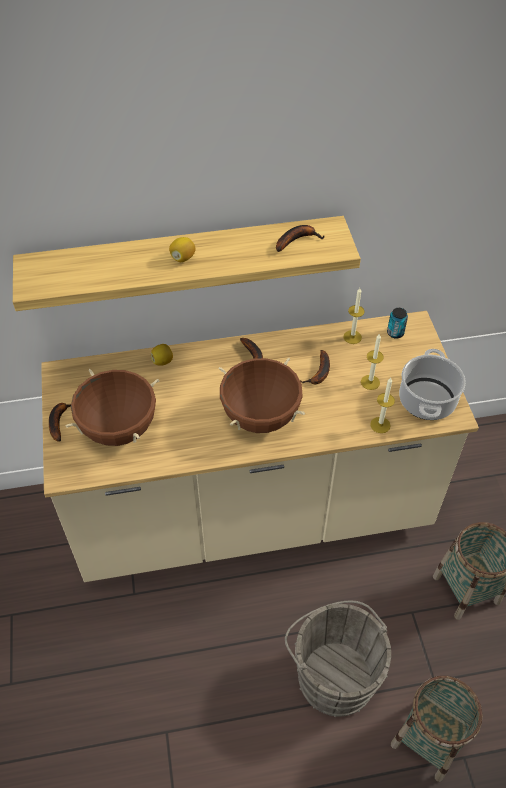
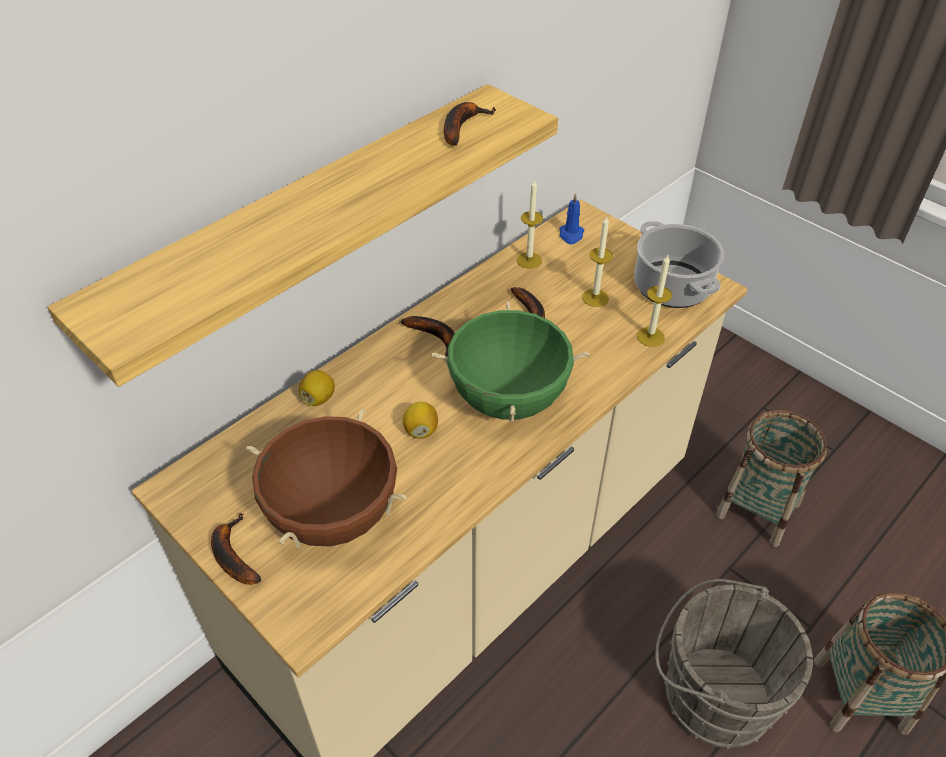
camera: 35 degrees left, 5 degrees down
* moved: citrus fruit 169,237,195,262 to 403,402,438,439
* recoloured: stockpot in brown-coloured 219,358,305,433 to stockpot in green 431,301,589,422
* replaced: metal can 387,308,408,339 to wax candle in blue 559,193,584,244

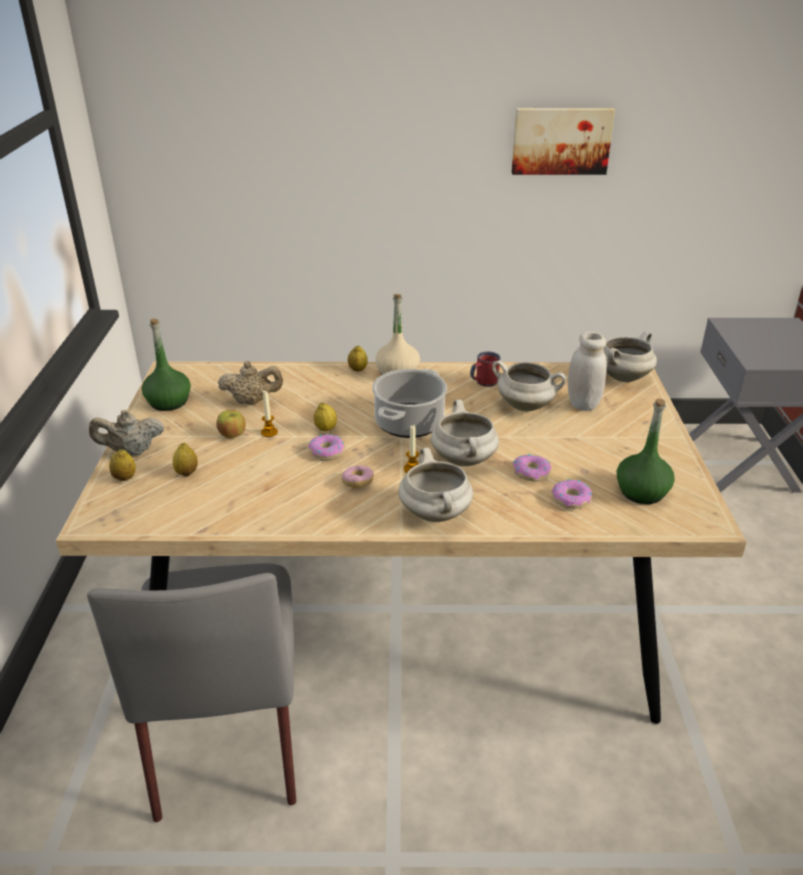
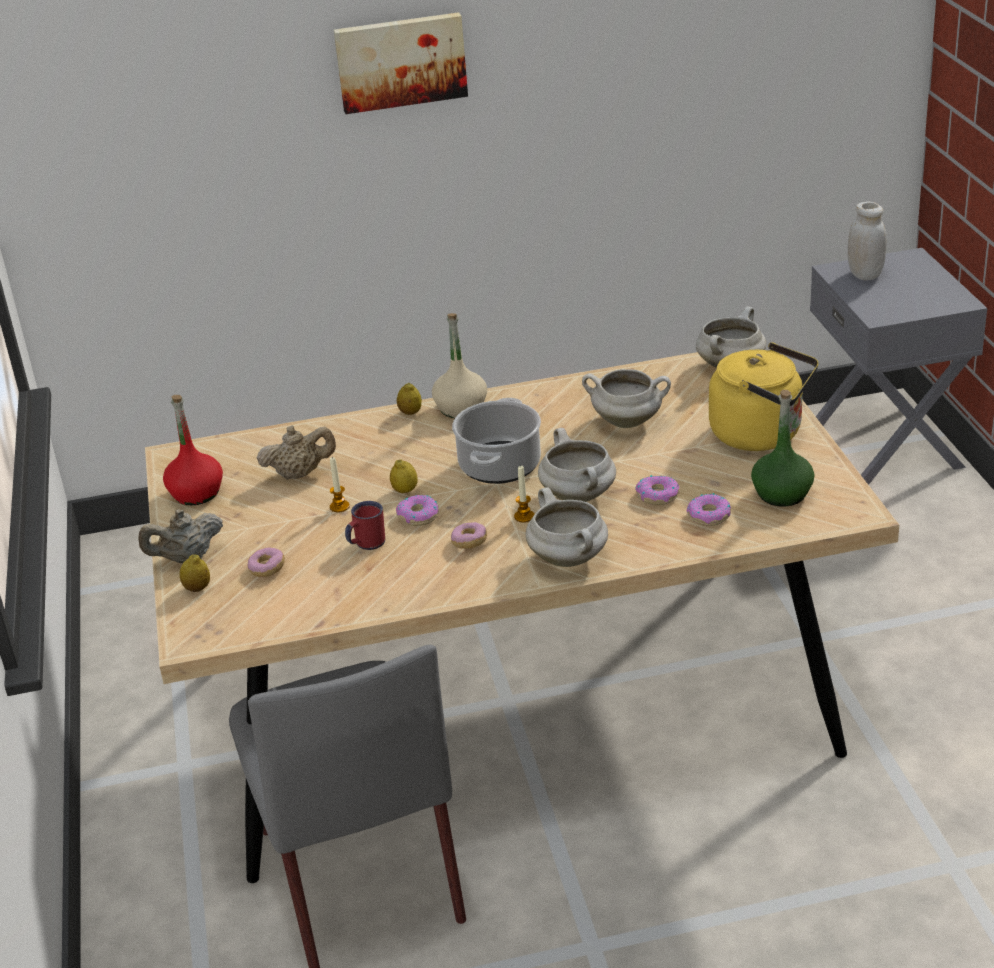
camera: 10 degrees left, 0 degrees up
* recoloured: drink bottle in green 142,318,191,411 to drink bottle in red-coloured 163,395,223,505
* replaced: citrus fruit 173,443,198,476 to ring doughnut 247,547,285,577
* removed: apple 216,410,246,438
* moved: mug in red-coloured 470,351,501,387 to 345,501,385,550
* moved: wall picture 512,108,615,175 to 334,12,468,114
* moved: preserve jar in white 568,331,607,411 to 848,201,886,280
* added: kettle in yellow 709,343,819,451

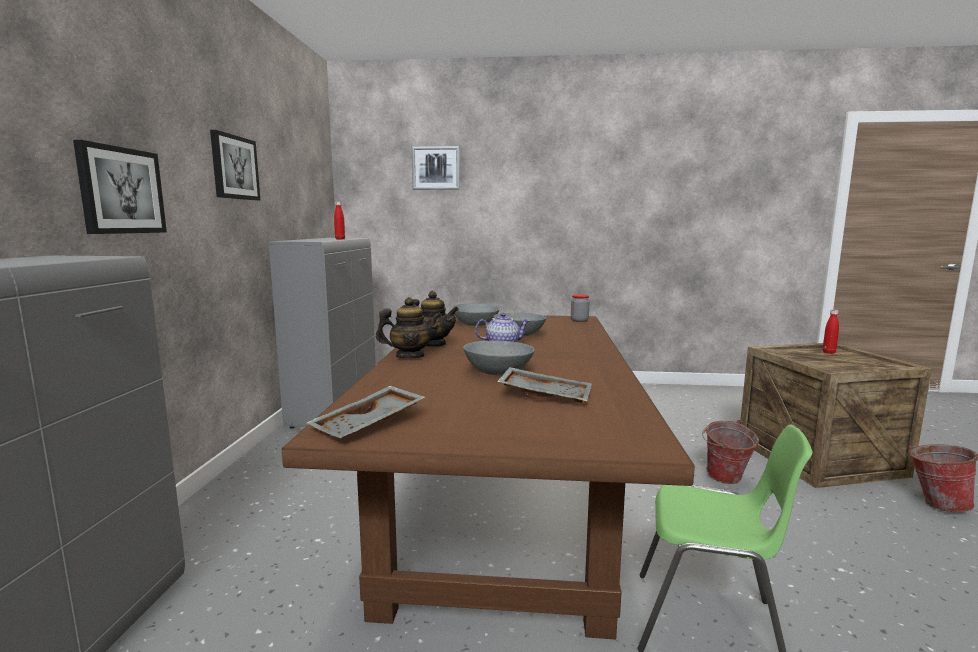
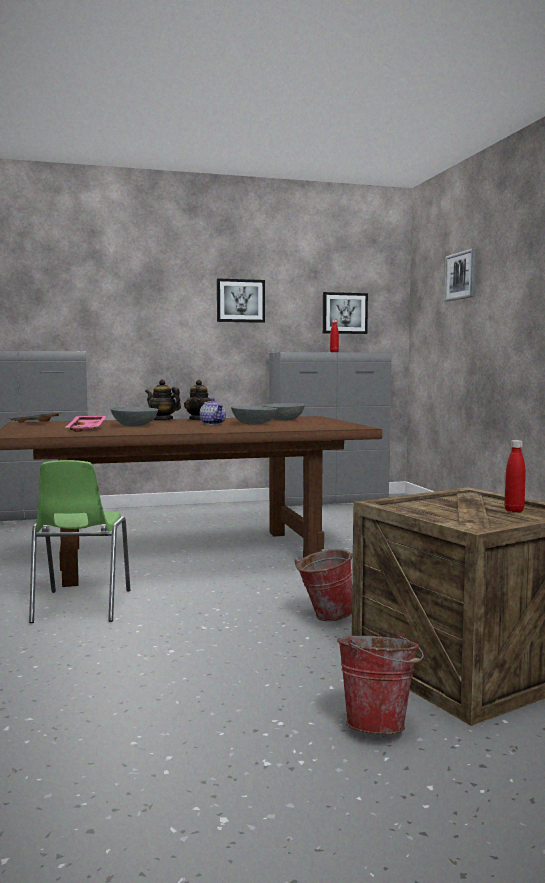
camera: 70 degrees right, 5 degrees down
* moved: wall picture 73,140,167,234 to 323,292,368,334
* turned: teapot 376,297,442,359 = 145,380,181,421 150 degrees clockwise
* recoloured: carrying tray in greyish 497,367,592,403 to carrying tray in pink 65,416,106,432
* removed: preserve jar 571,294,590,322

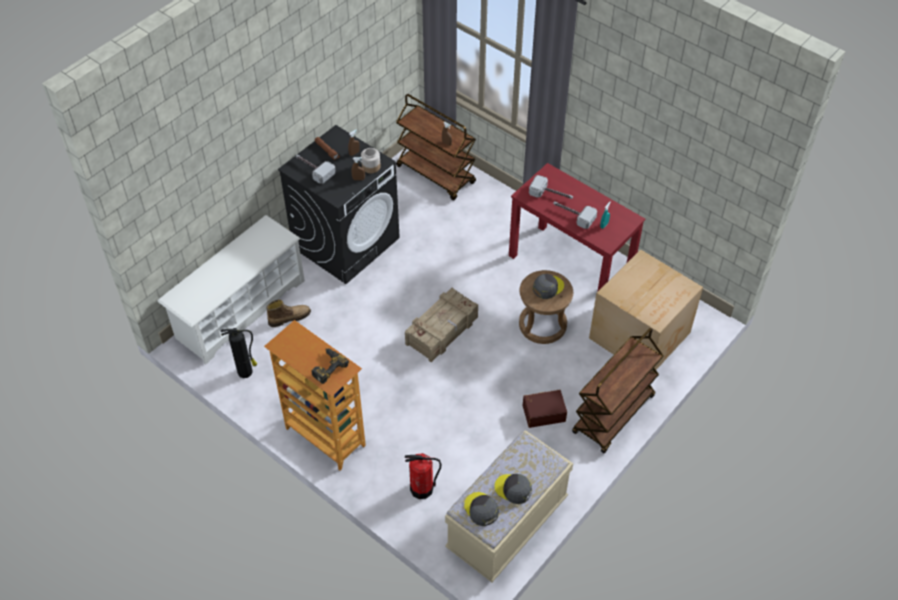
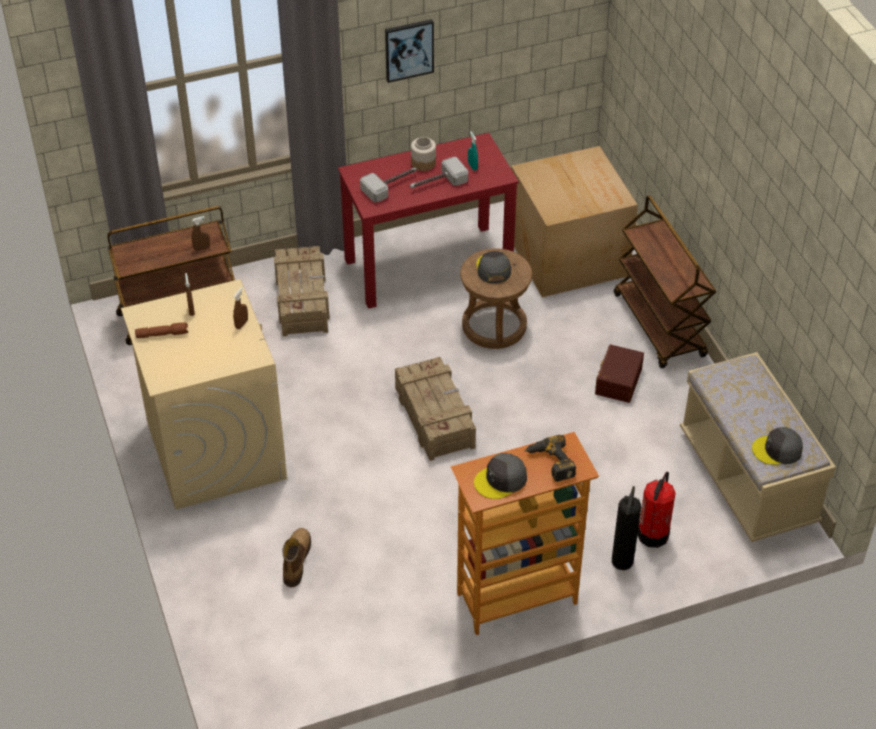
camera: 60 degrees left, 5 degrees down
* removed: shoe shelf in white 157,215,305,365
* moved: extinguisher 221,328,257,378 to 612,486,641,570
* recoloured: washing machine in blackish 278,125,400,284 to washing machine in beige 121,279,287,510
* removed: hand hammer 296,155,335,184
* moved: preserve jar 361,148,381,173 to 411,137,436,171
* moved: cap in greyish 494,474,532,504 to 474,453,527,499
* added: packing crate 274,246,330,336
* added: wall picture 385,19,434,83

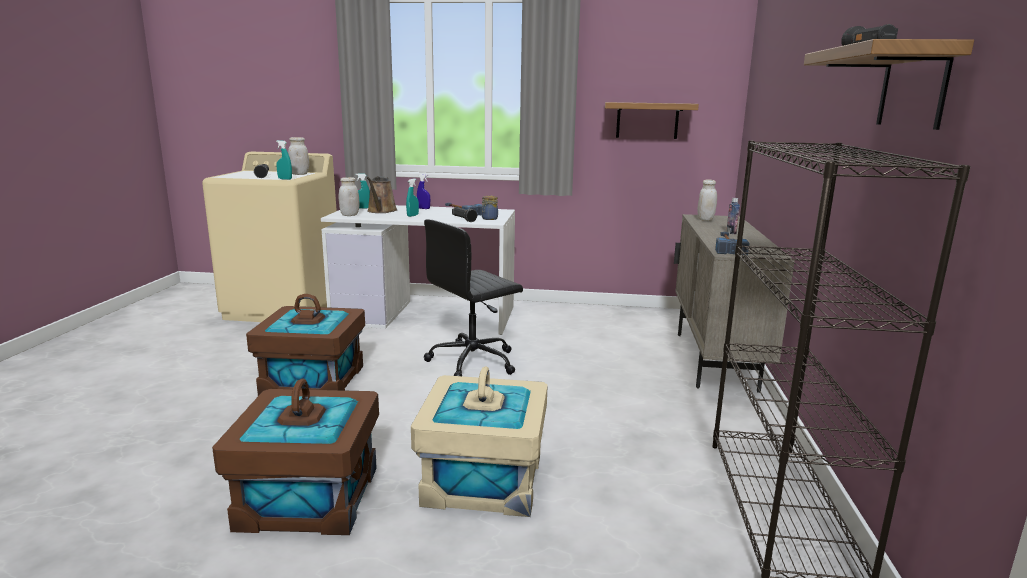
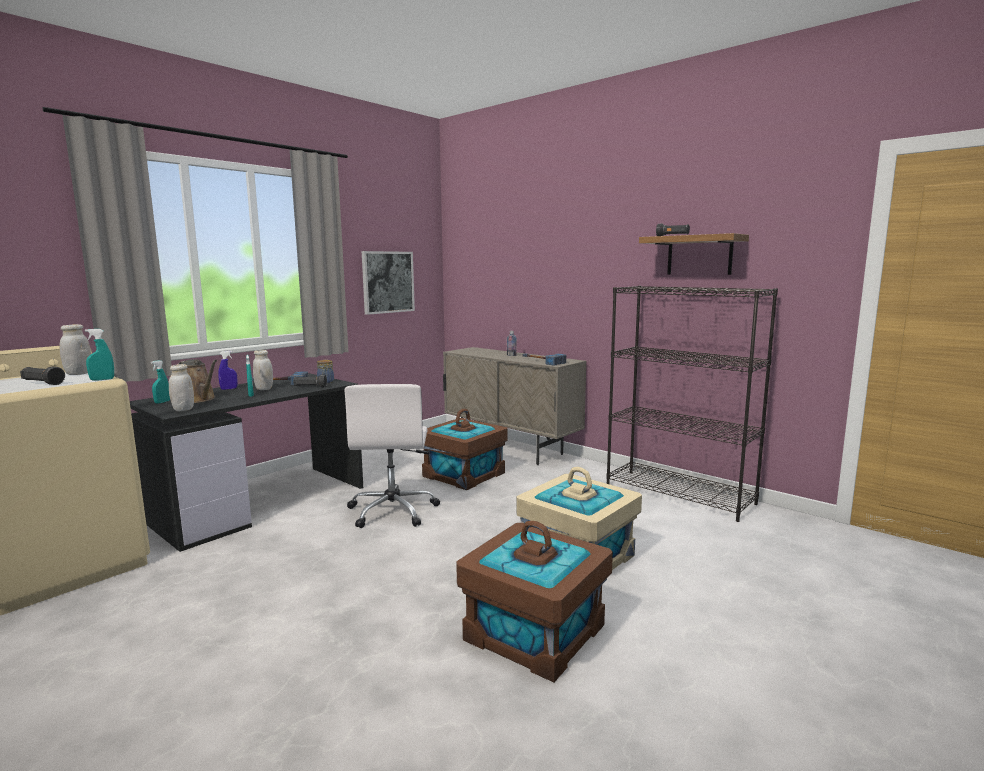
camera: 55 degrees left, 5 degrees down
* moved: storage box in brown-coloured 246,294,365,396 to 422,409,508,490
* recoloured: desk unit in white 321,205,515,335 to desk unit in blackish 130,373,363,552
* recoloured: desk chair in blackish 424,219,523,376 to desk chair in white 344,384,440,528
* replaced: wall shelf 605,102,699,139 to wall picture 362,251,415,315
* moved: preserve jar in white 698,179,717,221 to 253,350,273,390

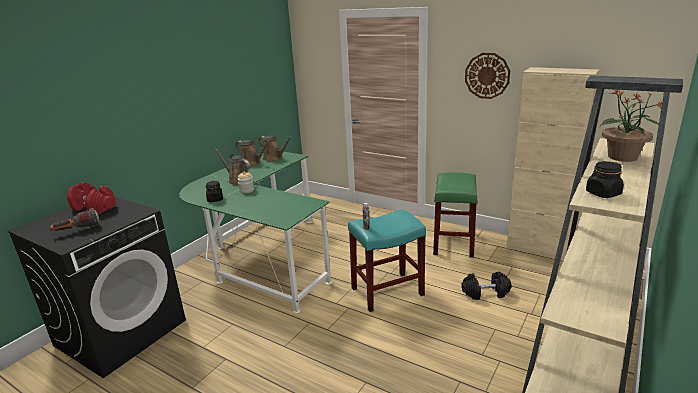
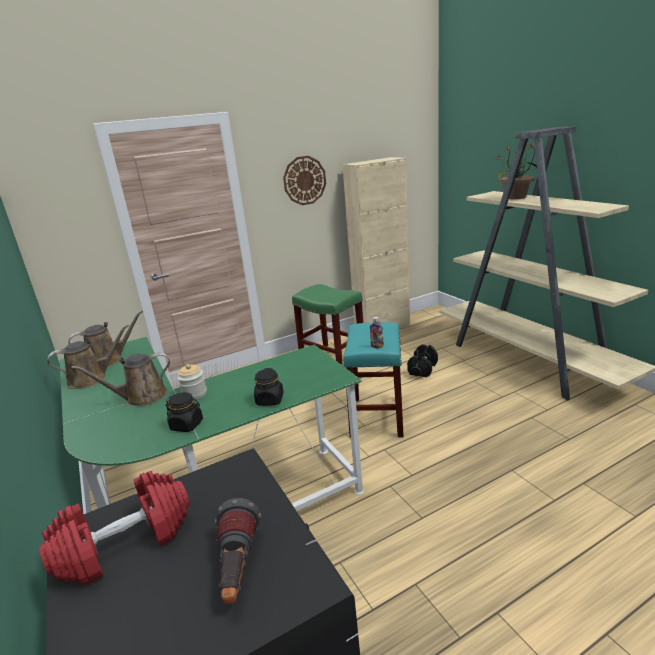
camera: 60 degrees left, 0 degrees up
* moved: preserve jar in blackish 586,161,624,198 to 254,368,284,406

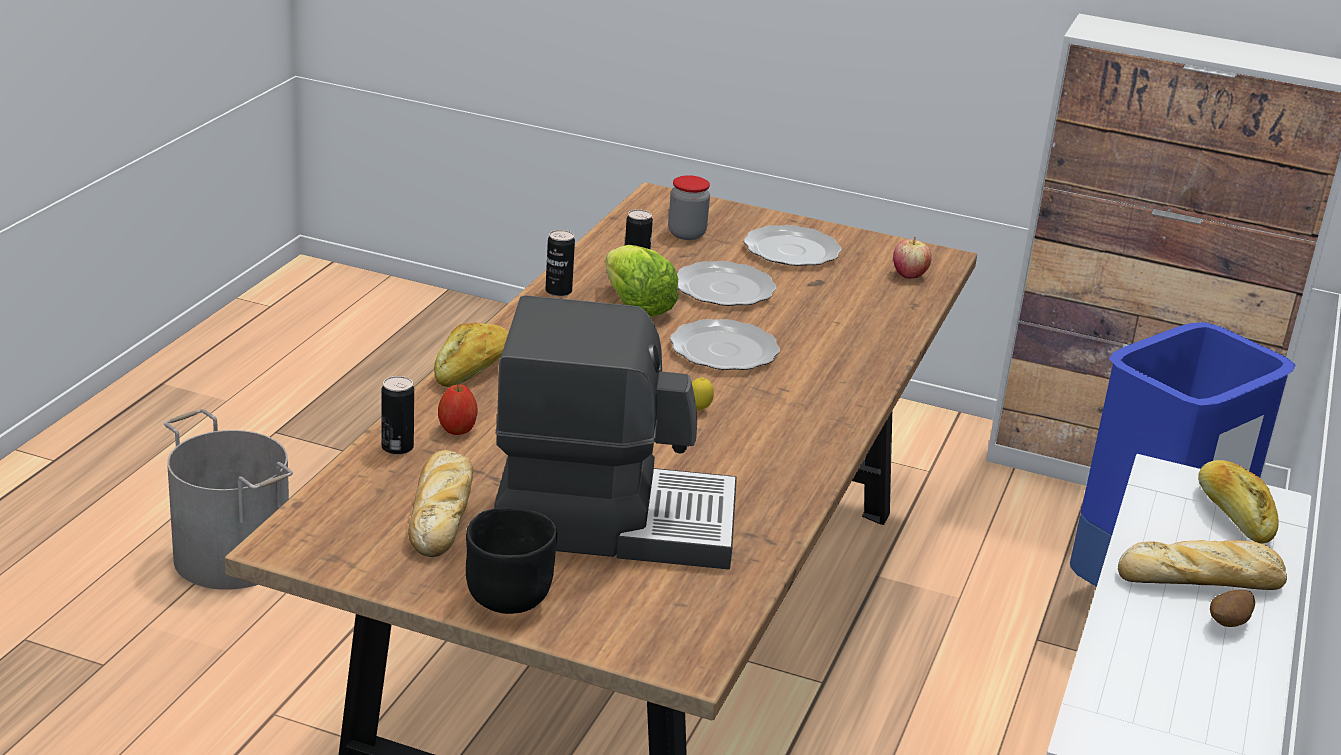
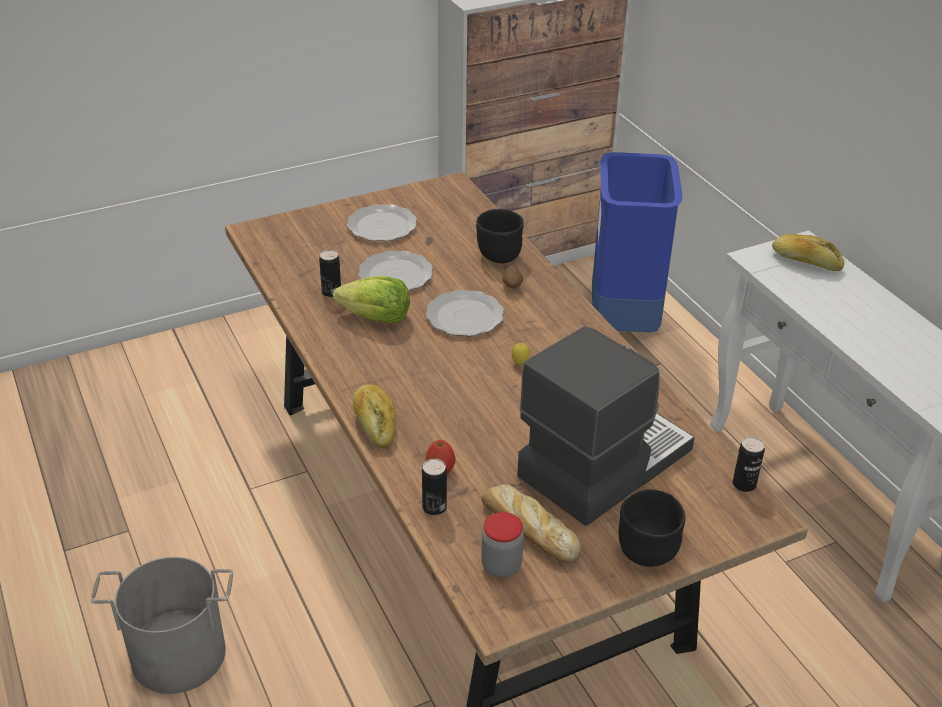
camera: 45 degrees left, 10 degrees up
* moved: metal can 545,230,575,297 to 733,437,765,492
* moved: preserve jar 668,175,710,240 to 481,512,524,578
* removed: apple 893,236,932,278
* removed: bakery bread 1118,540,1287,590
* moved: potato 1210,589,1255,627 to 502,265,523,288
* added: deep dish in blackish 476,209,524,263

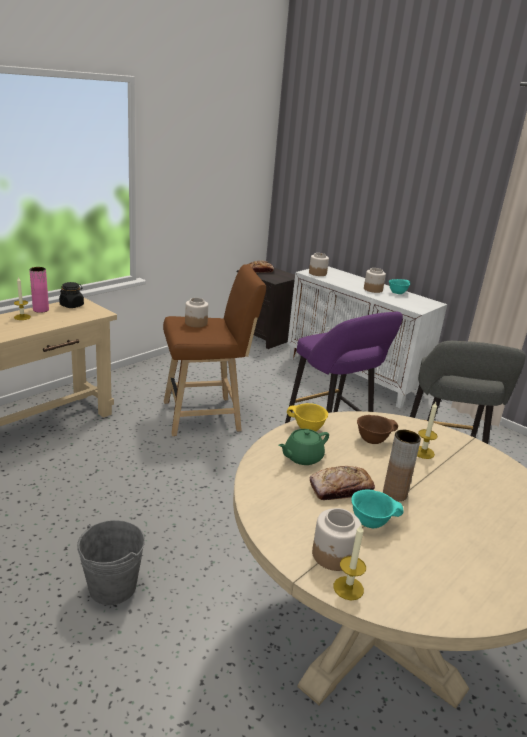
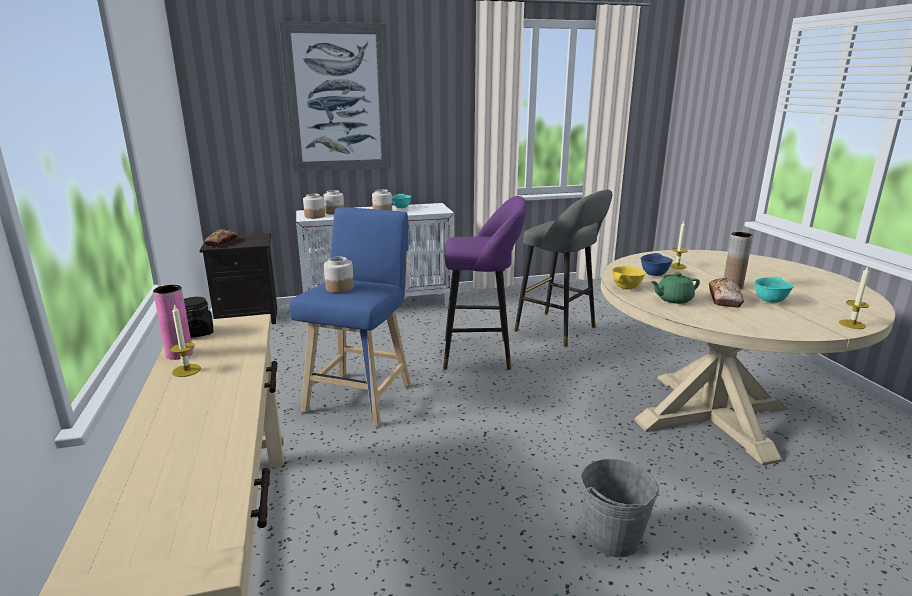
camera: 55 degrees left, 5 degrees down
* recoloured: sitting stool in brown-coloured 163,264,266,436 to sitting stool in blue 289,207,411,426
* turned: teapot in green 278,429,329,465 = 651,272,700,304 75 degrees clockwise
* moved: preserve jar 312,508,361,571 to 323,190,344,214
* recoloured: deep dish in brown-coloured 357,415,398,444 to deep dish in blue 641,253,673,276
* added: wall picture 279,21,391,172

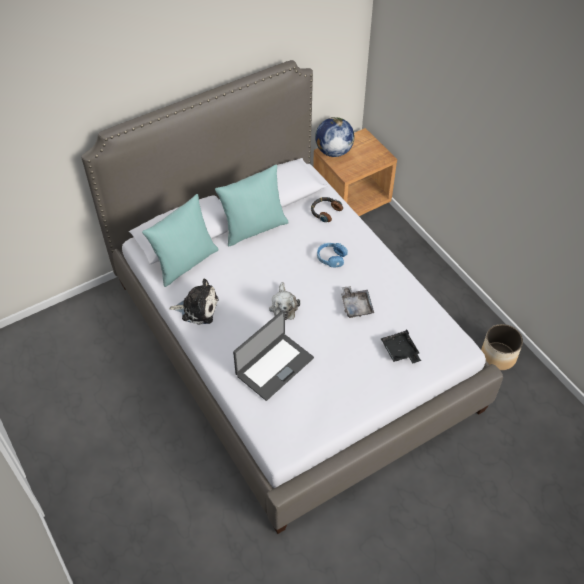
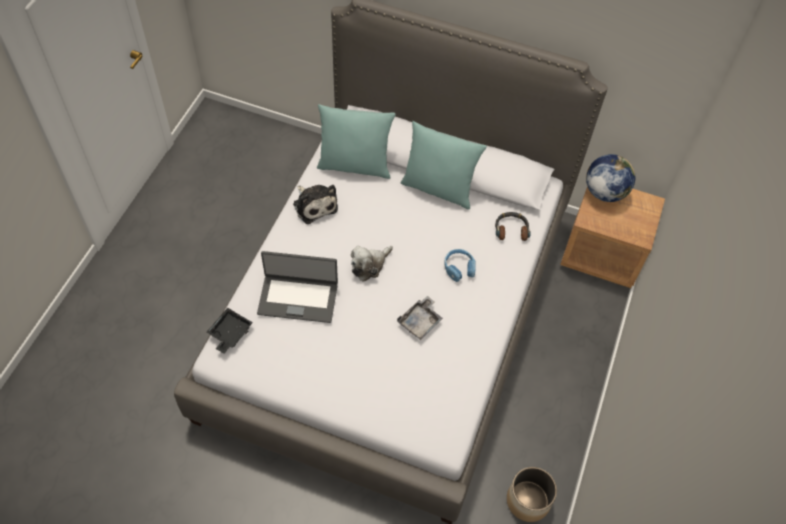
camera: 50 degrees right, 5 degrees up
* moved: carrying tray in blackish 380,329,421,364 to 207,308,253,353

